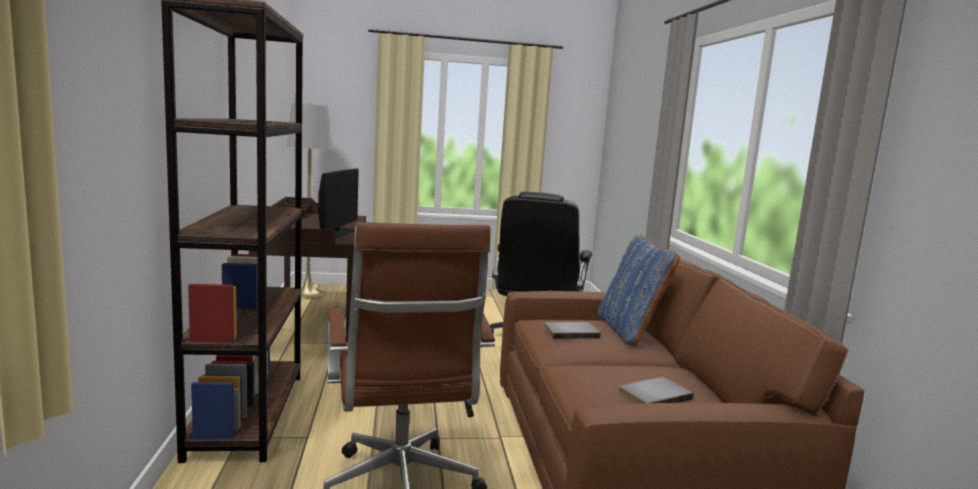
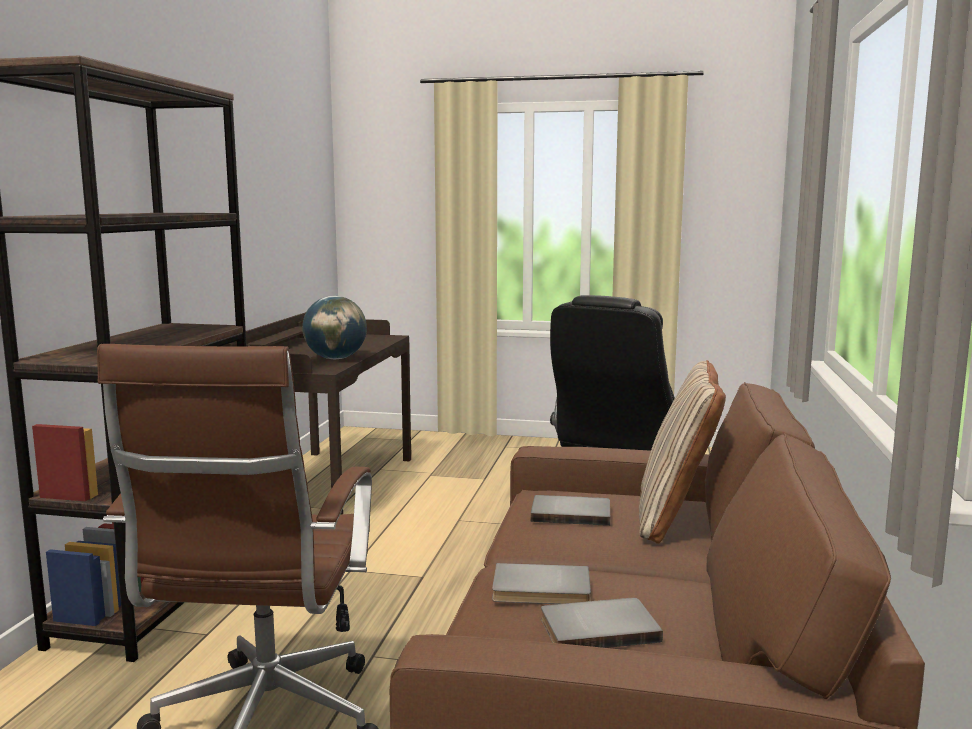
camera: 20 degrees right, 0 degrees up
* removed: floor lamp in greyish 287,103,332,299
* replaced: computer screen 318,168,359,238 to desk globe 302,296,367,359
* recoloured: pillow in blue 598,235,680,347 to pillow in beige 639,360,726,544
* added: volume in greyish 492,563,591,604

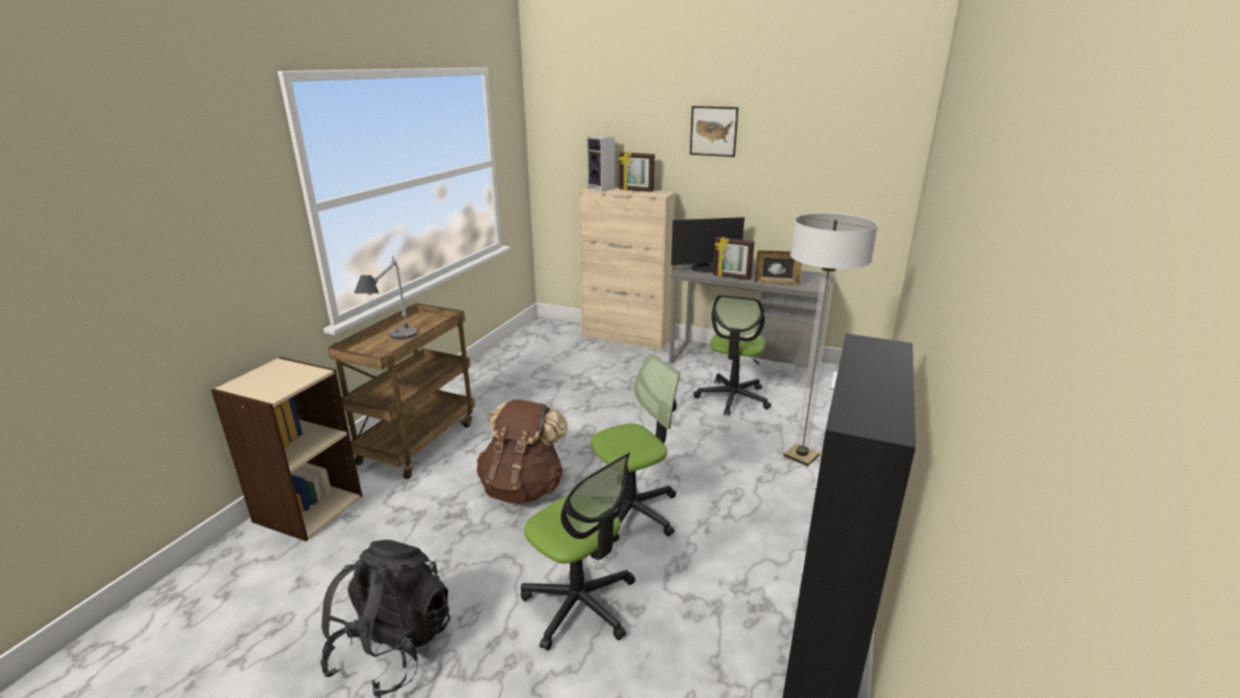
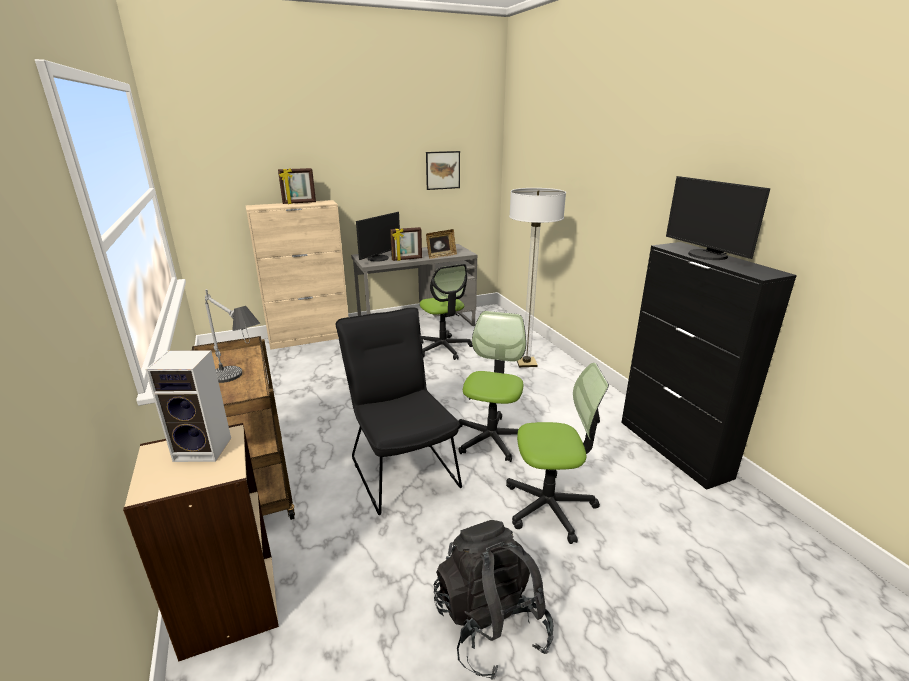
camera: 45 degrees left, 0 degrees up
* replaced: rucksack in brown-coloured 477,399,568,504 to upright chair in blackish 335,308,462,515
* moved: speaker 586,136,615,192 to 145,350,231,462
* moved: wall picture 690,106,739,157 to 426,151,460,190
* added: computer screen 666,176,770,260

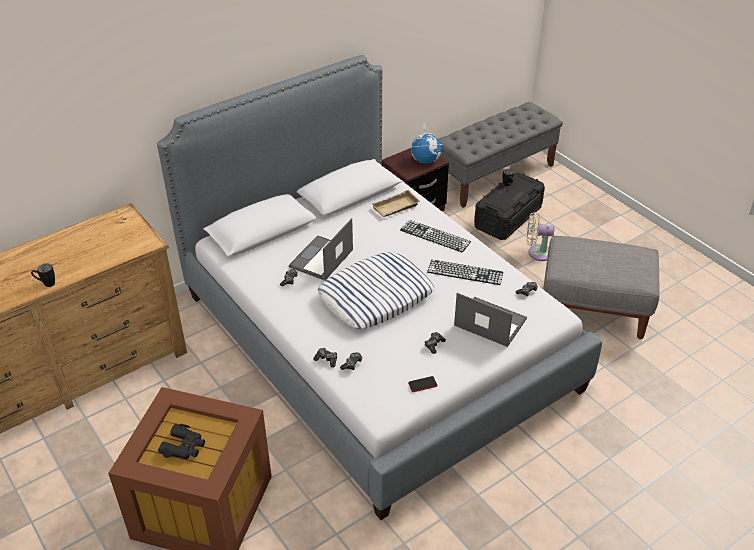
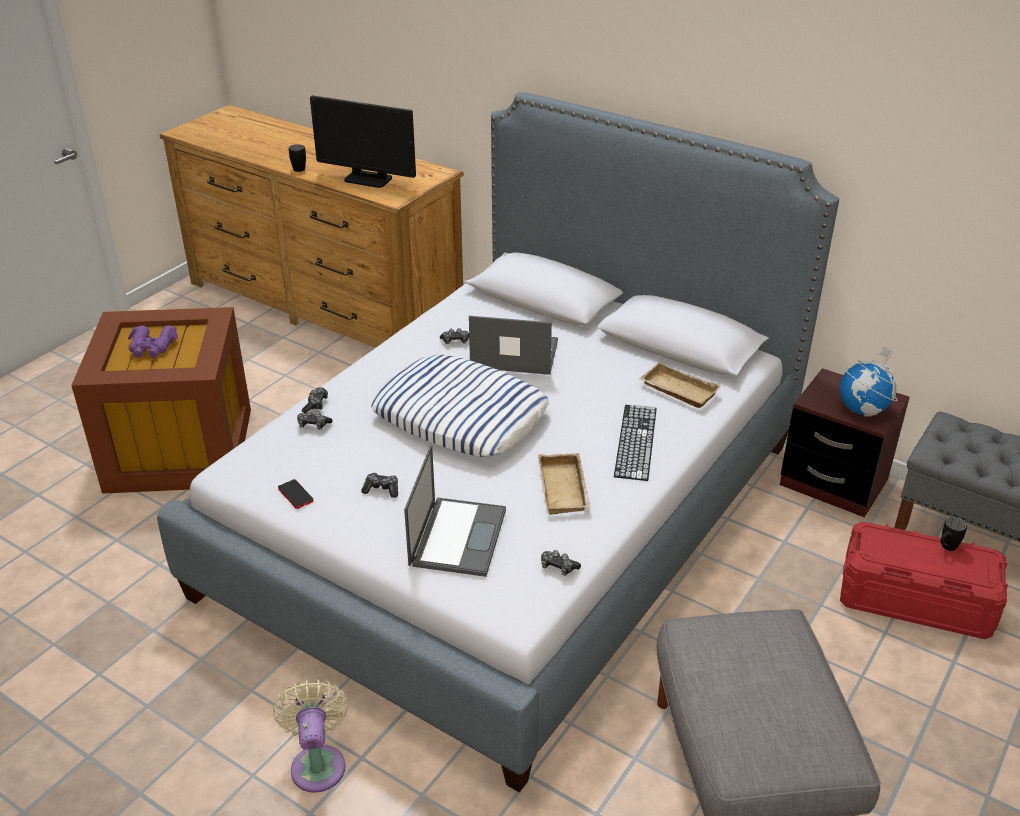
camera: 70 degrees right, 5 degrees down
* recoloured: binoculars in blackish 158,423,205,459 to binoculars in purple 128,326,178,358
* replaced: keyboard 427,260,503,285 to carrying tray in beige 538,453,591,515
* recoloured: storage box in blackish 474,173,545,240 to storage box in red-coloured 840,522,1008,639
* moved: electric fan in beige 527,212,555,261 to 273,680,348,793
* added: computer screen 310,95,416,188

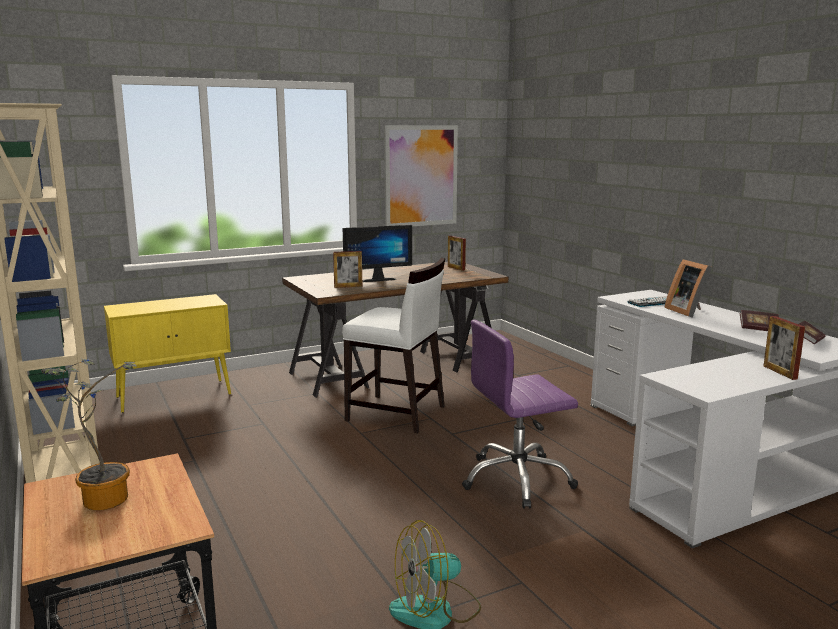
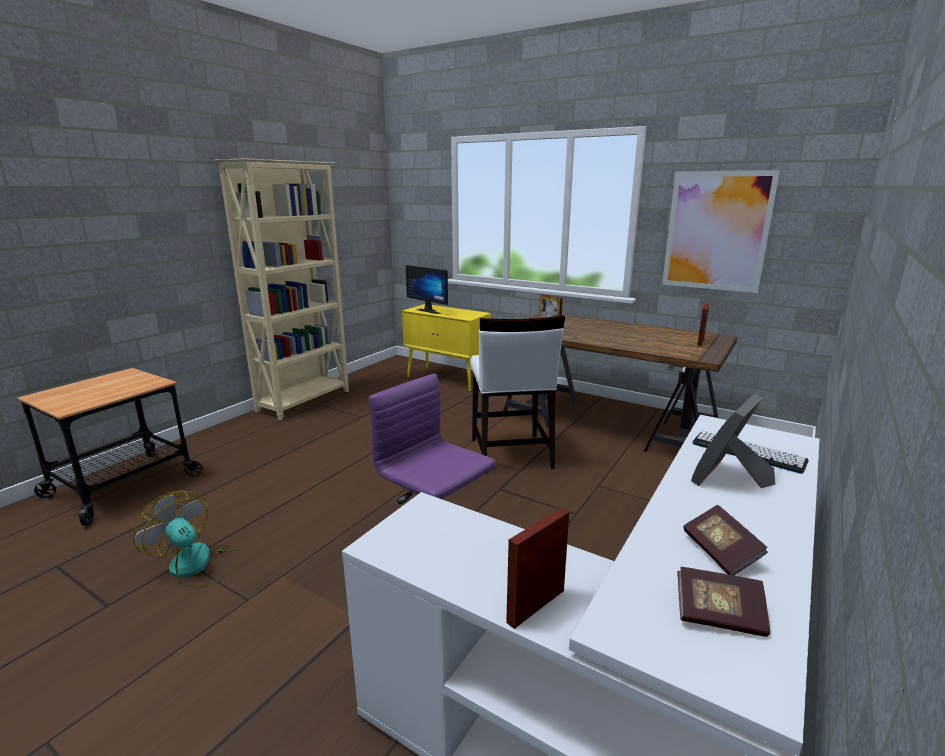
camera: 60 degrees right, 5 degrees up
* removed: houseplant 41,359,137,510
* moved: computer screen 343,225,412,282 to 406,265,448,314

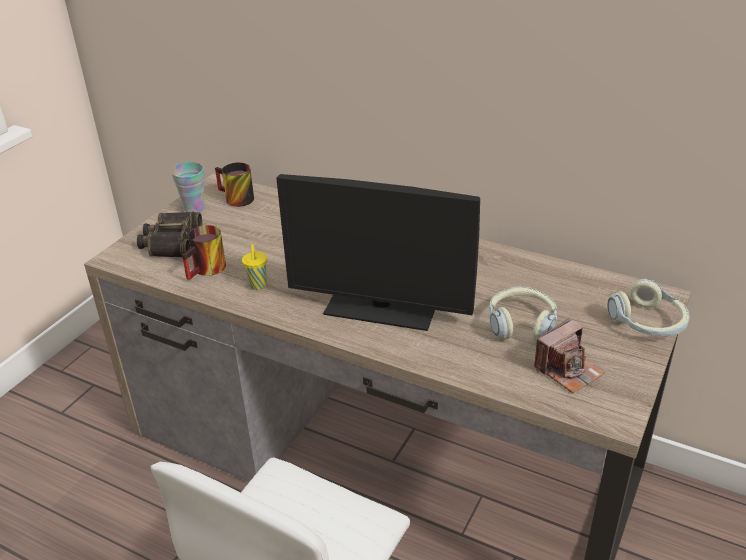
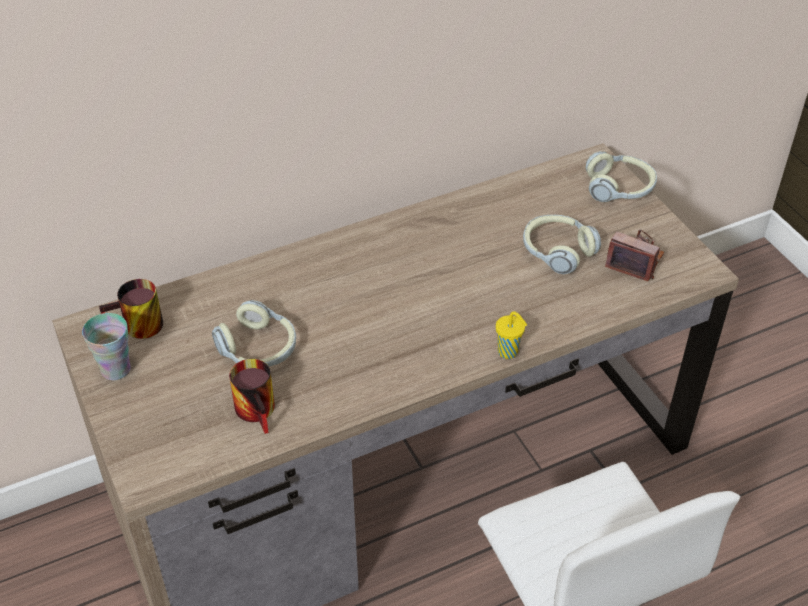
camera: 55 degrees left, 10 degrees up
* removed: binoculars 137,211,203,257
* moved: cup in yellow 242,244,267,290 to 496,311,527,359
* removed: computer screen 276,174,480,331
* turned: still camera 534,318,604,393 = 605,229,664,281 60 degrees counterclockwise
* added: headset 212,300,296,367

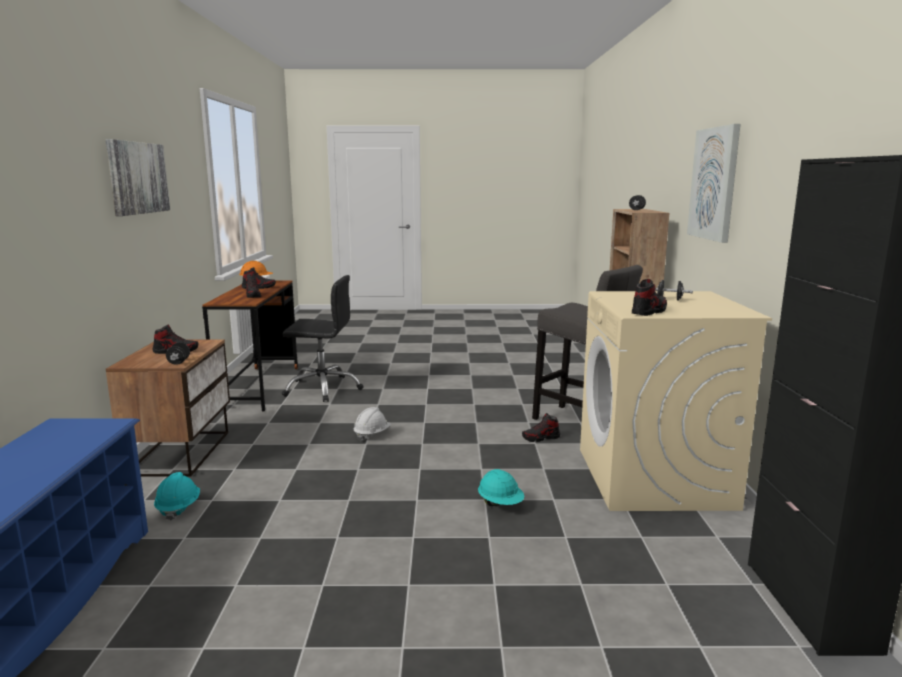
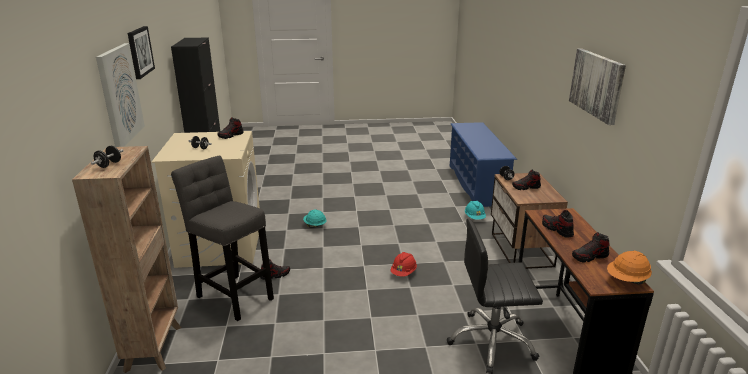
camera: 175 degrees right, 10 degrees up
* recoloured: hard hat in white 354,407,391,441 to hard hat in red-coloured 390,252,417,277
* added: wall picture 128,26,155,79

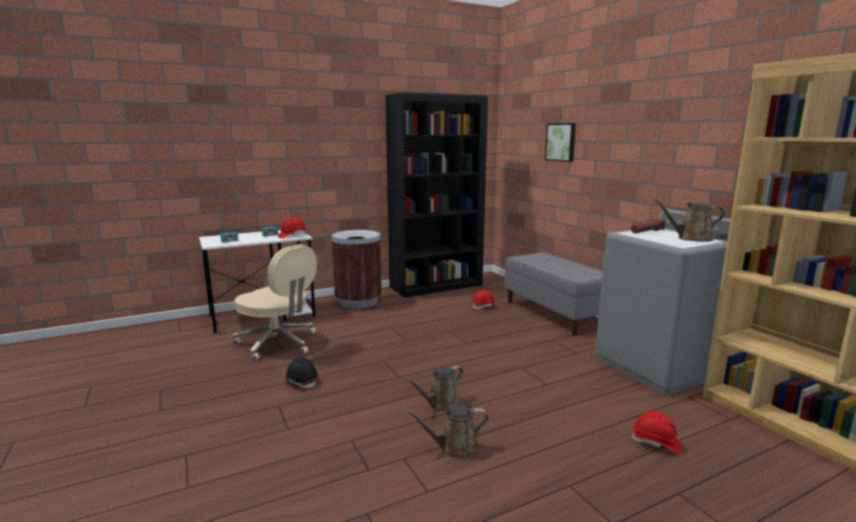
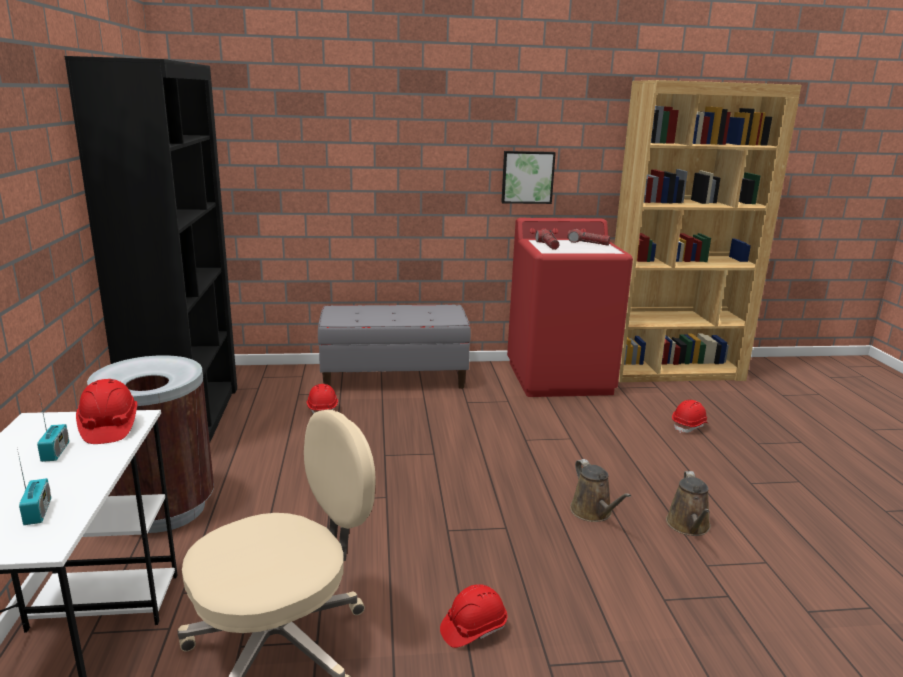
camera: 70 degrees left, 5 degrees up
* recoloured: hard hat in blackish 284,358,318,388 to hard hat in red-coloured 440,584,508,648
* moved: wall picture 545,123,576,162 to 501,151,556,204
* recoloured: washing machine in greyish 595,209,731,396 to washing machine in red-coloured 507,218,633,397
* replaced: watering pot in brown-coloured 653,198,725,242 to flashlight 567,229,610,246

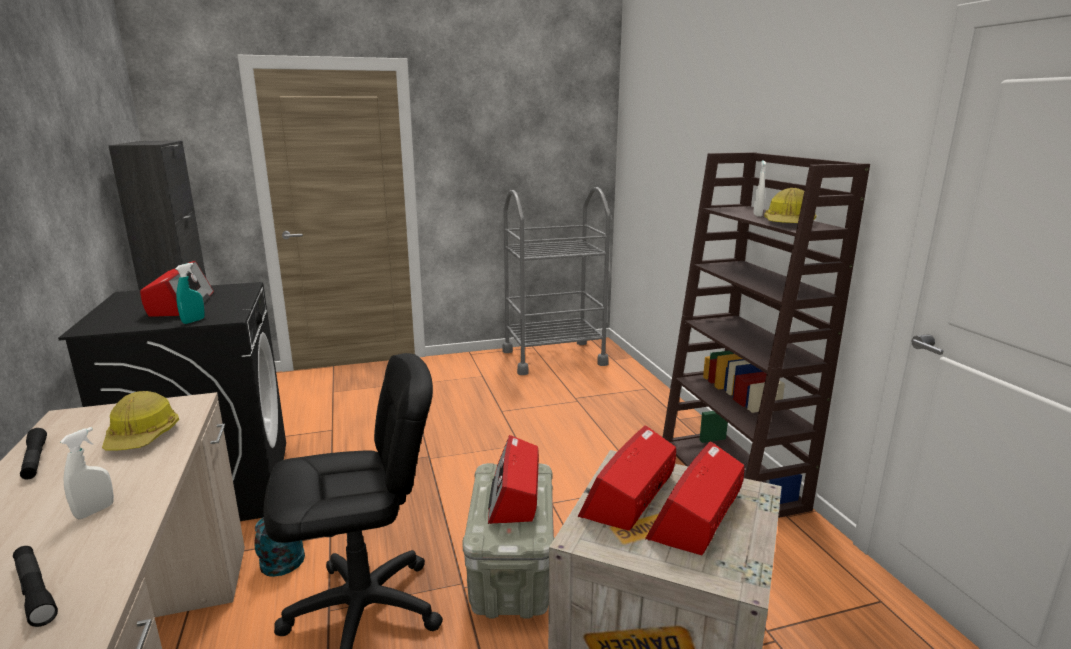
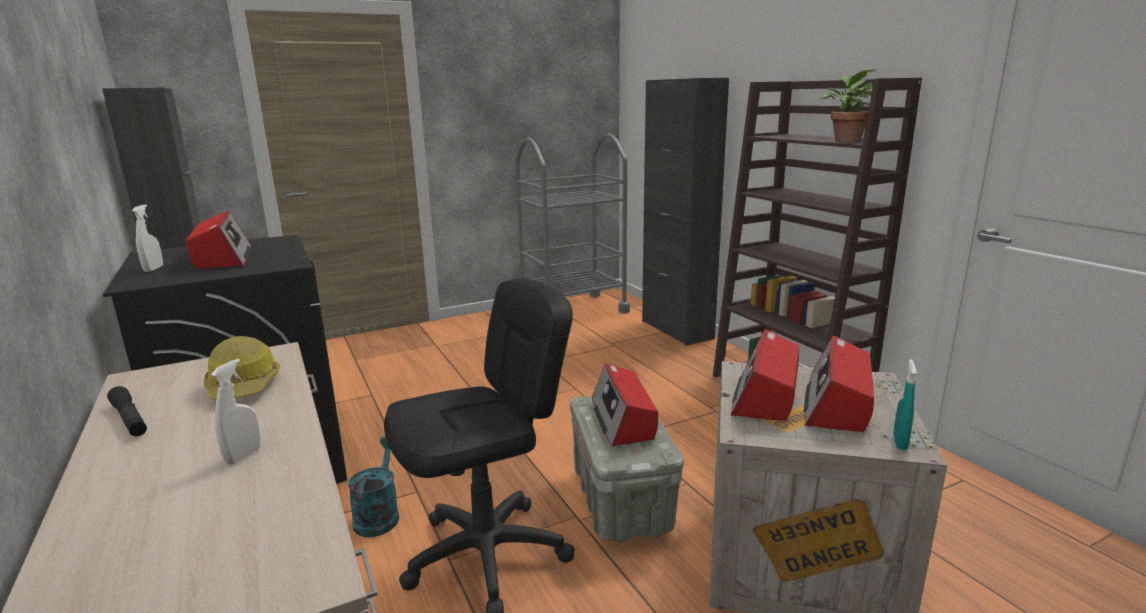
camera: 10 degrees left, 0 degrees up
* removed: flashlight in blackish 13,546,58,627
* moved: spray bottle in turquoise 175,263,205,324 to 893,359,917,450
* moved: spray bottle in white 753,160,766,217 to 132,205,163,272
* replaced: hard hat 764,188,817,223 to houseplant 821,69,876,142
* added: cupboard in blackish 642,78,729,346

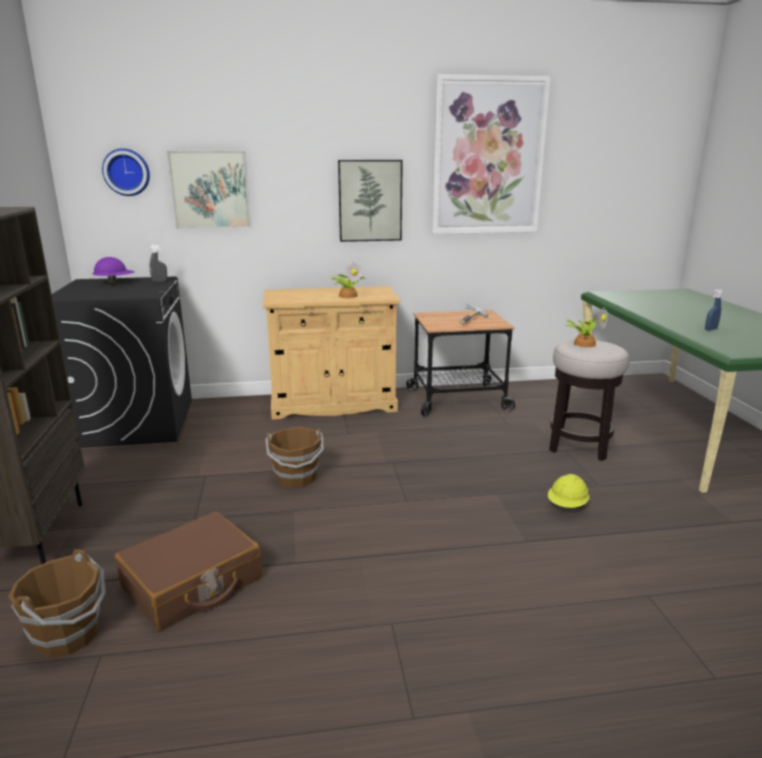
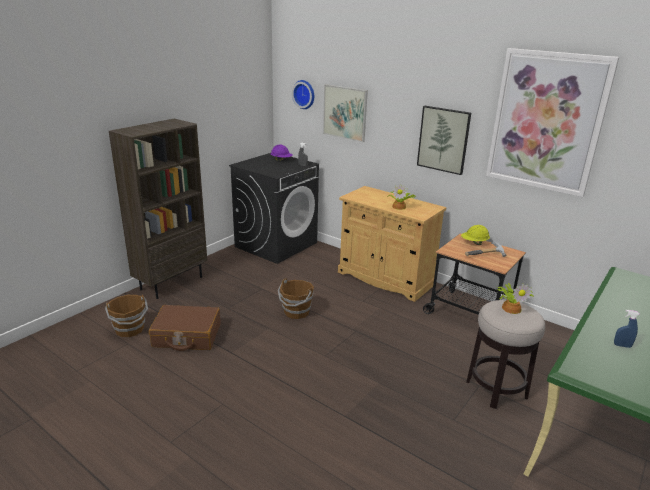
camera: 45 degrees right, 5 degrees up
* moved: hard hat in yellow 548,474,589,508 to 461,225,490,245

